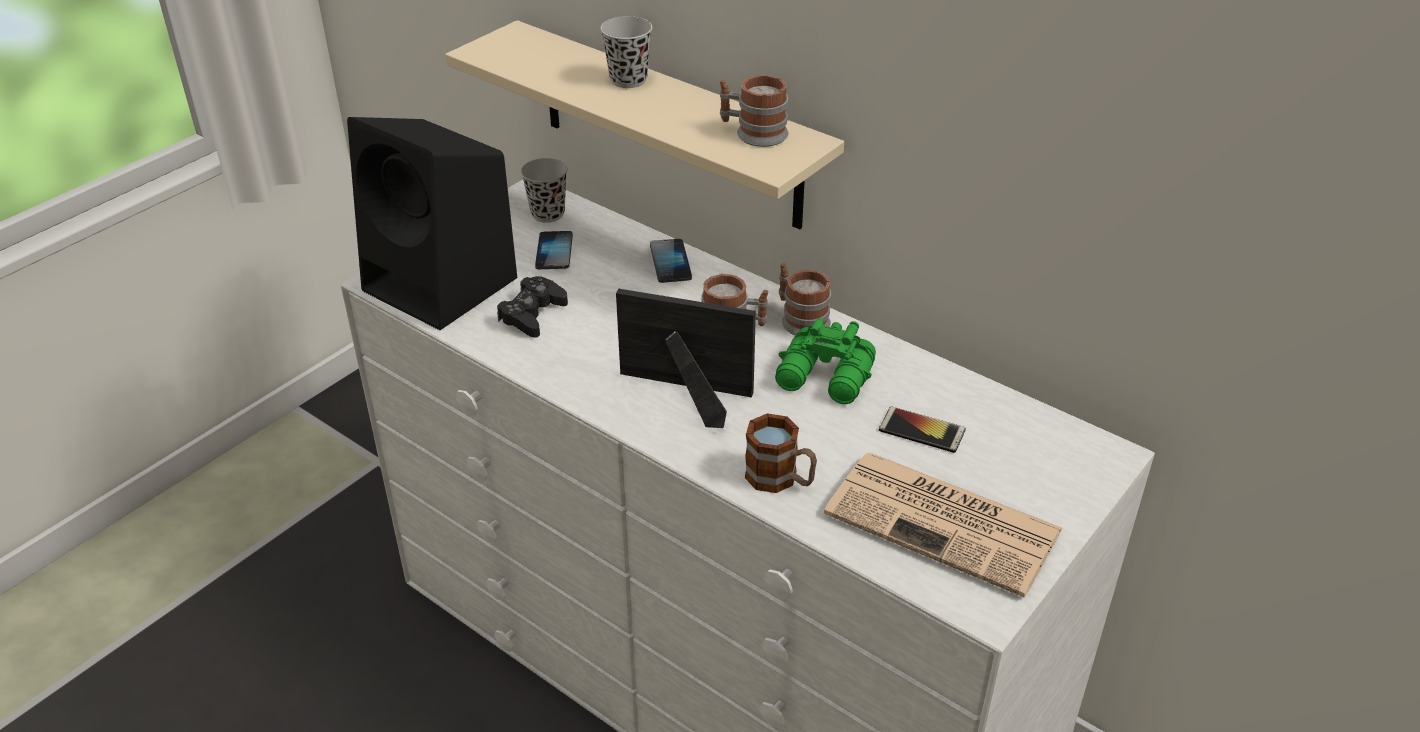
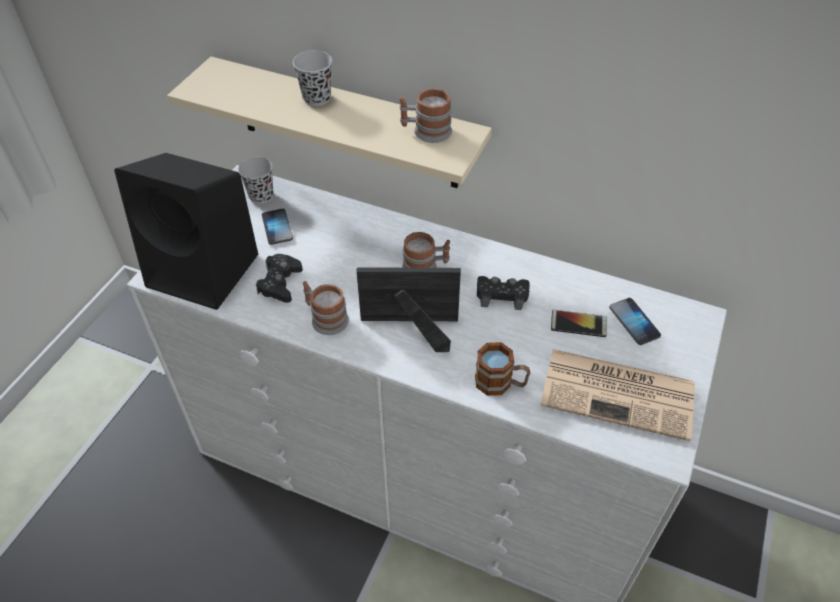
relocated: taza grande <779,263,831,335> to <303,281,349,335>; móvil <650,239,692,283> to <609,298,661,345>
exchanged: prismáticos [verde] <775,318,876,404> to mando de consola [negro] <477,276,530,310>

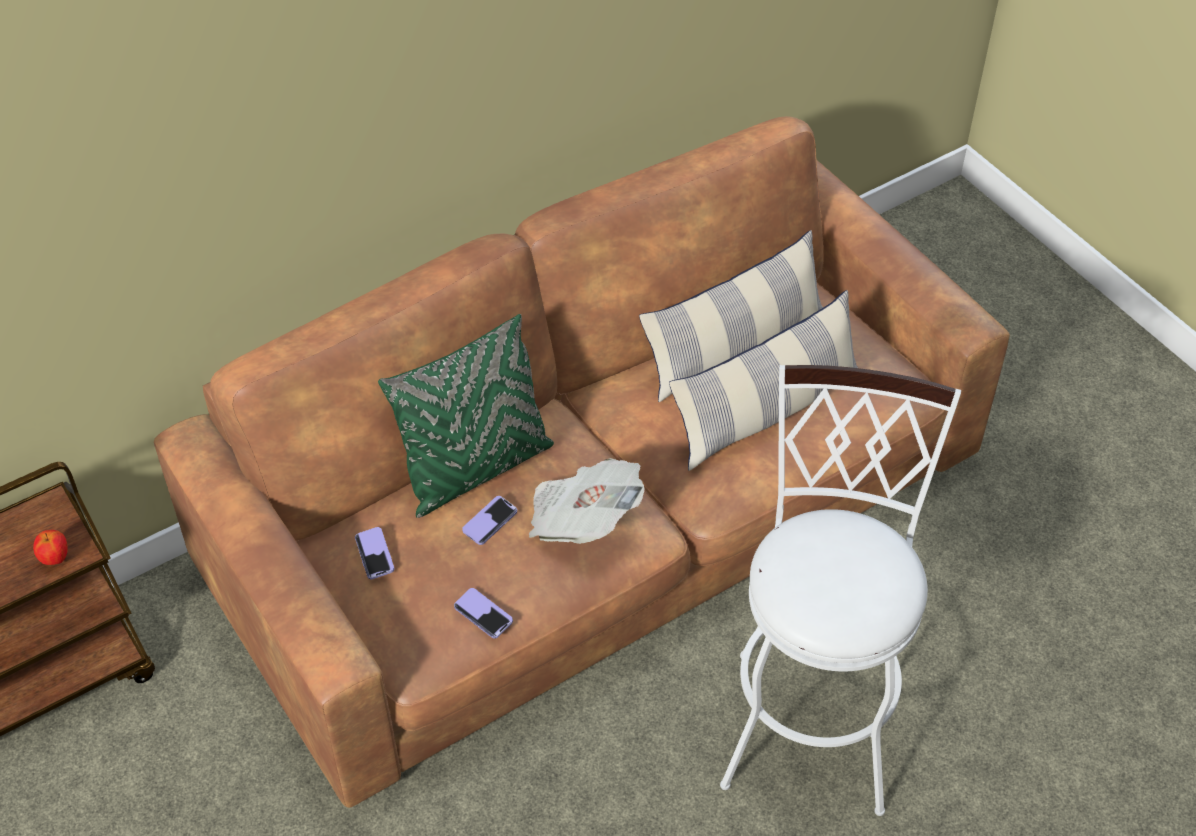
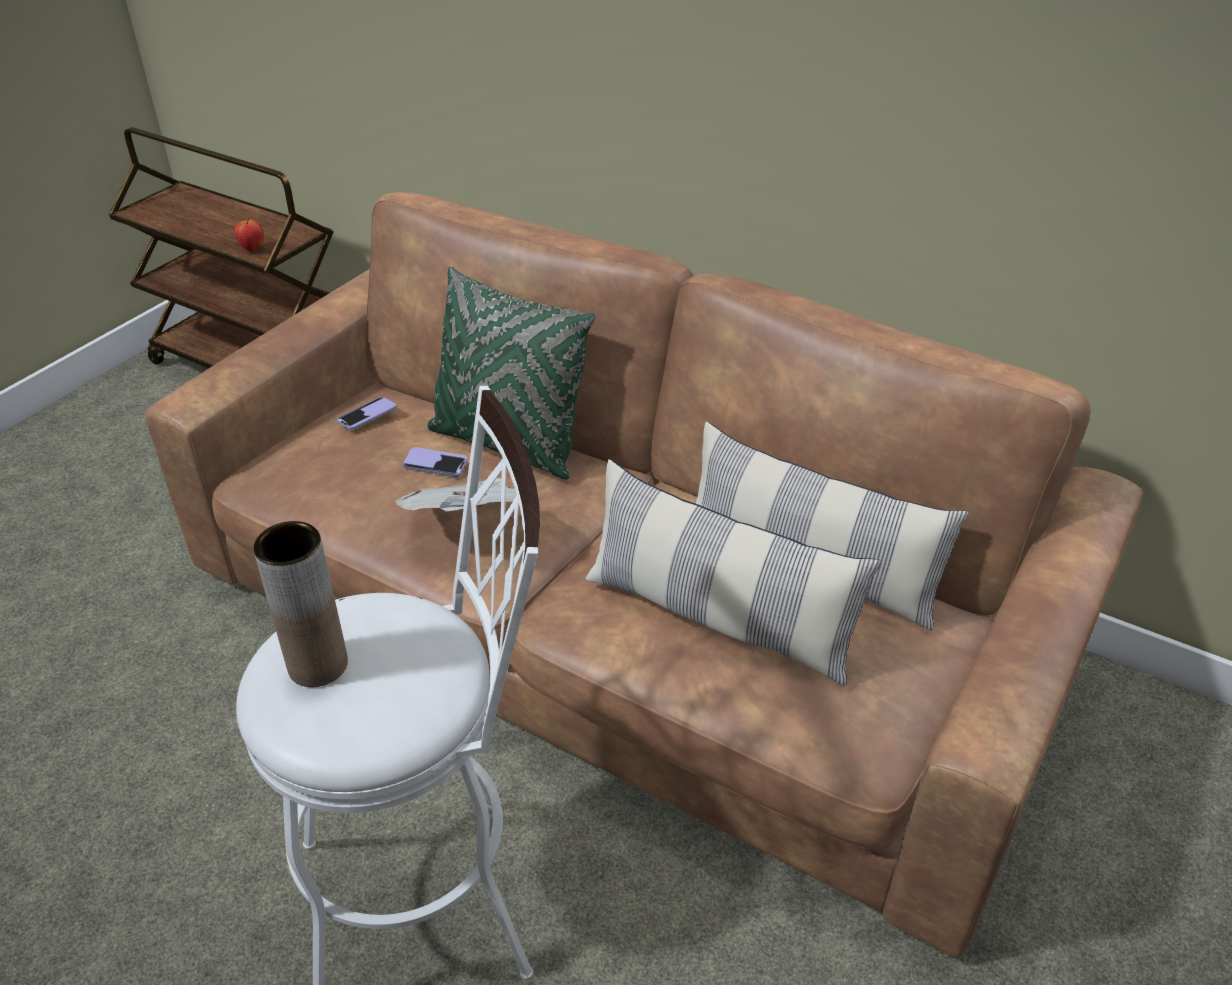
missing: móvil <454,588,513,639>
appeared: florero [marrón] <253,521,348,687>

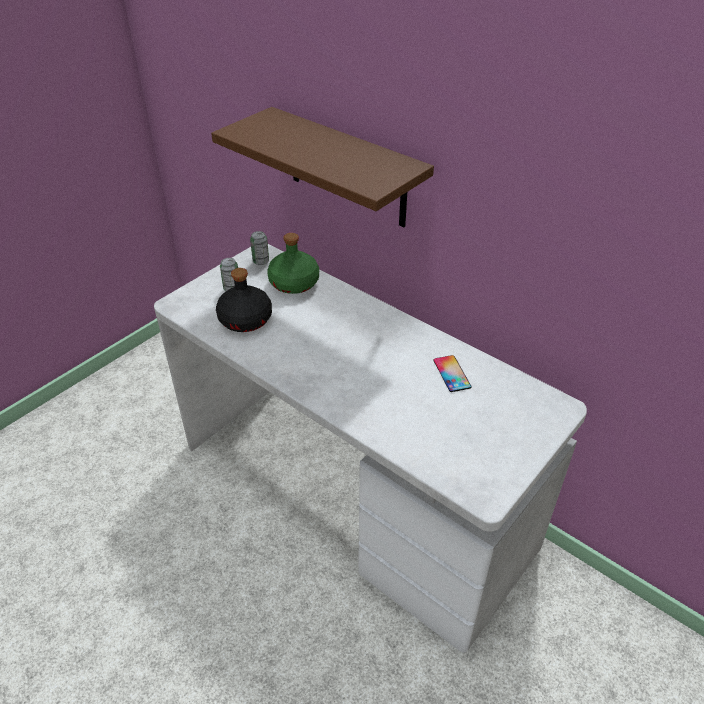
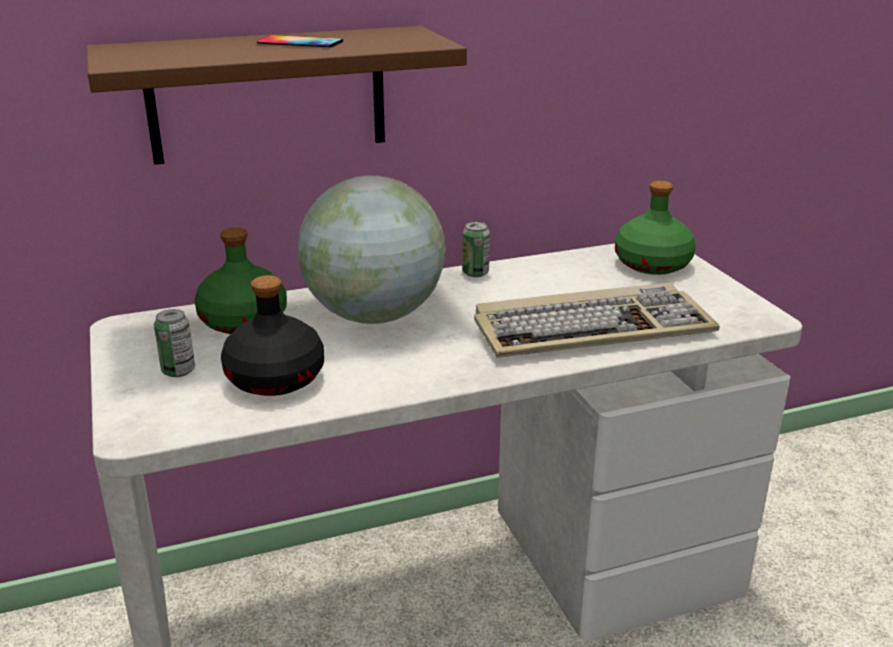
appeared: globo terráqueo <298,175,446,324>; teclado <474,283,720,358>; botella [verde] <615,181,696,275>
relocated: móvil <433,355,472,392> to <257,35,343,47>; lata <250,231,269,265> to <462,222,490,277>

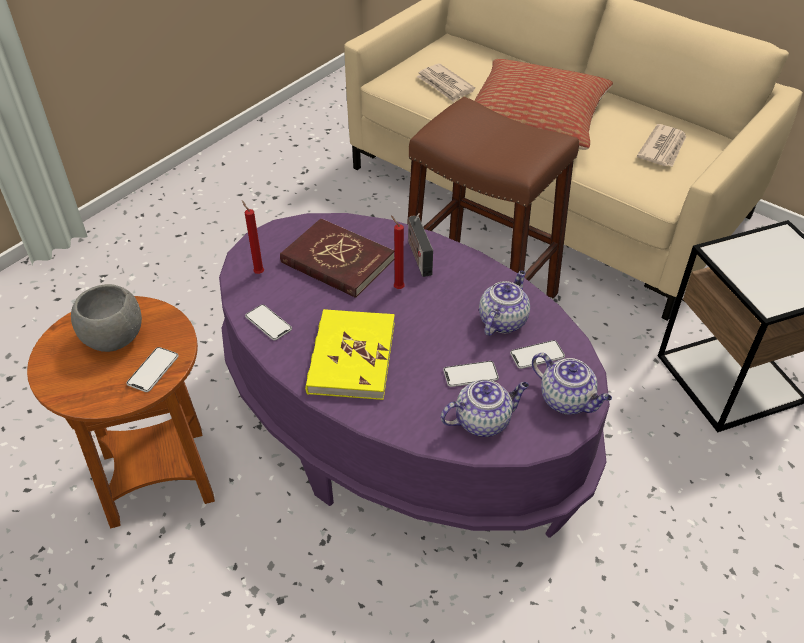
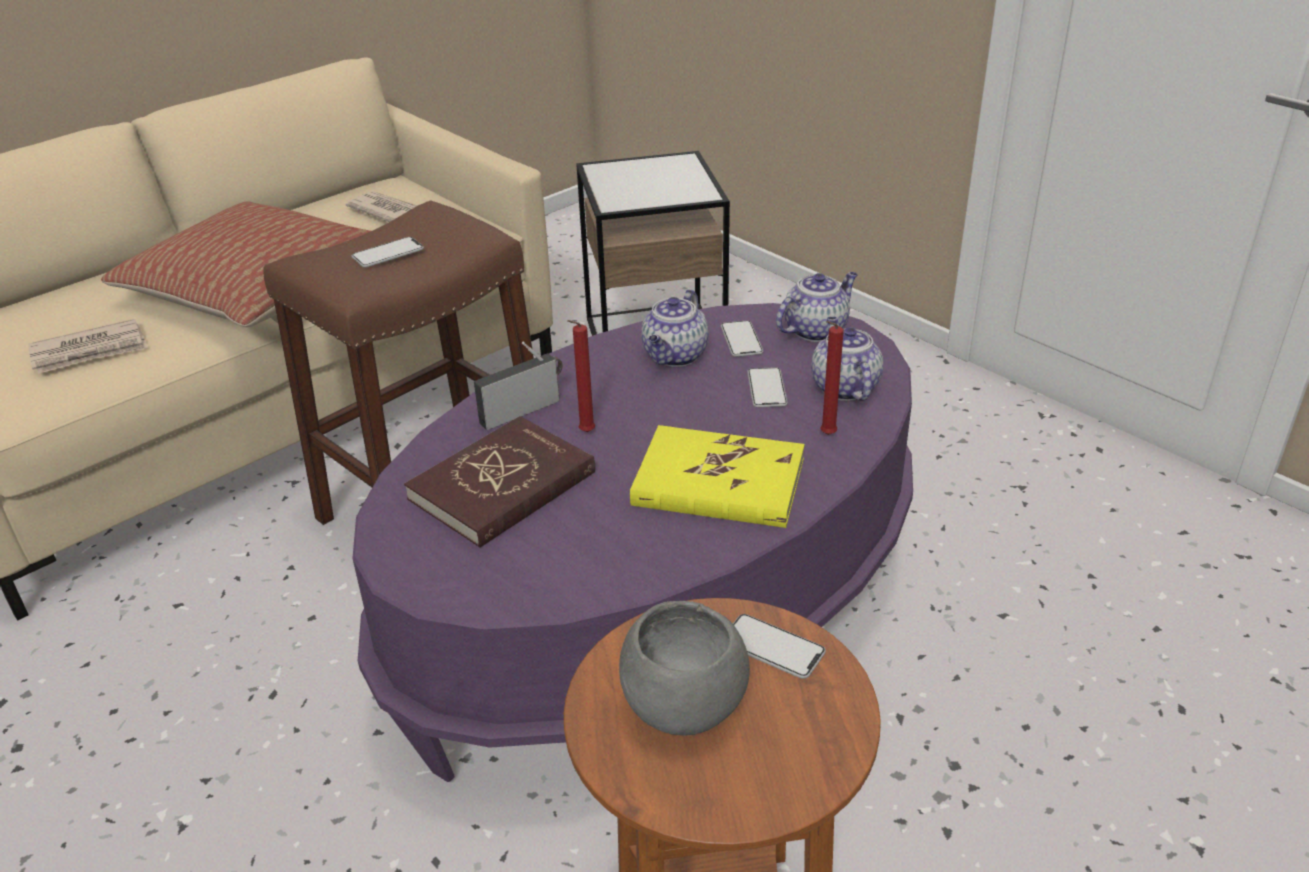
relocated: móvil <245,304,292,340> to <351,237,424,267>; vela [rojo] <242,200,264,274> to <820,321,844,435>
spun: radio <408,213,433,277> = <474,342,563,430> 150 degrees clockwise; tetera <479,271,530,336> = <641,289,709,367> 105 degrees counterclockwise

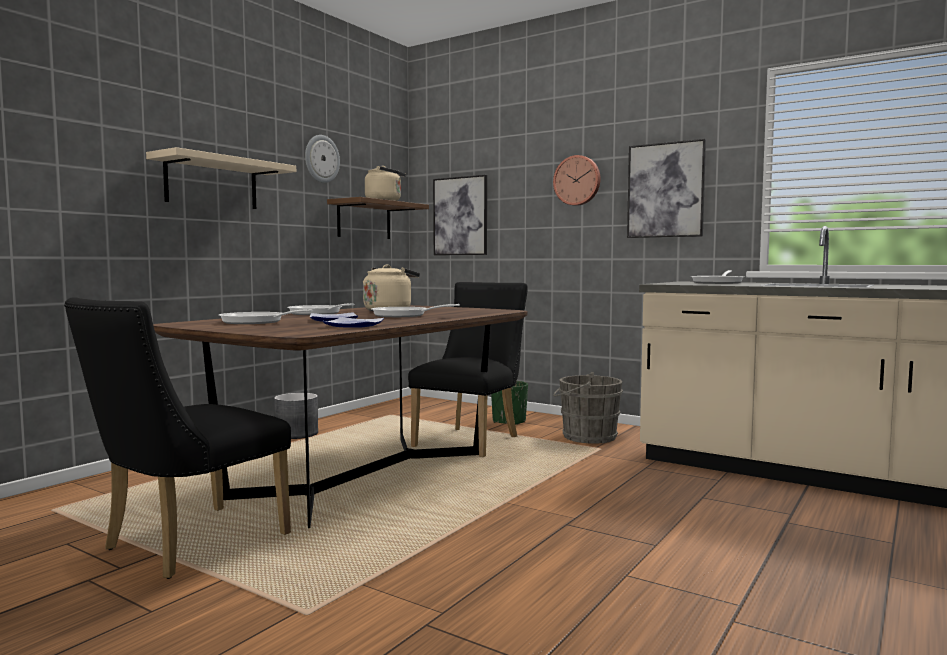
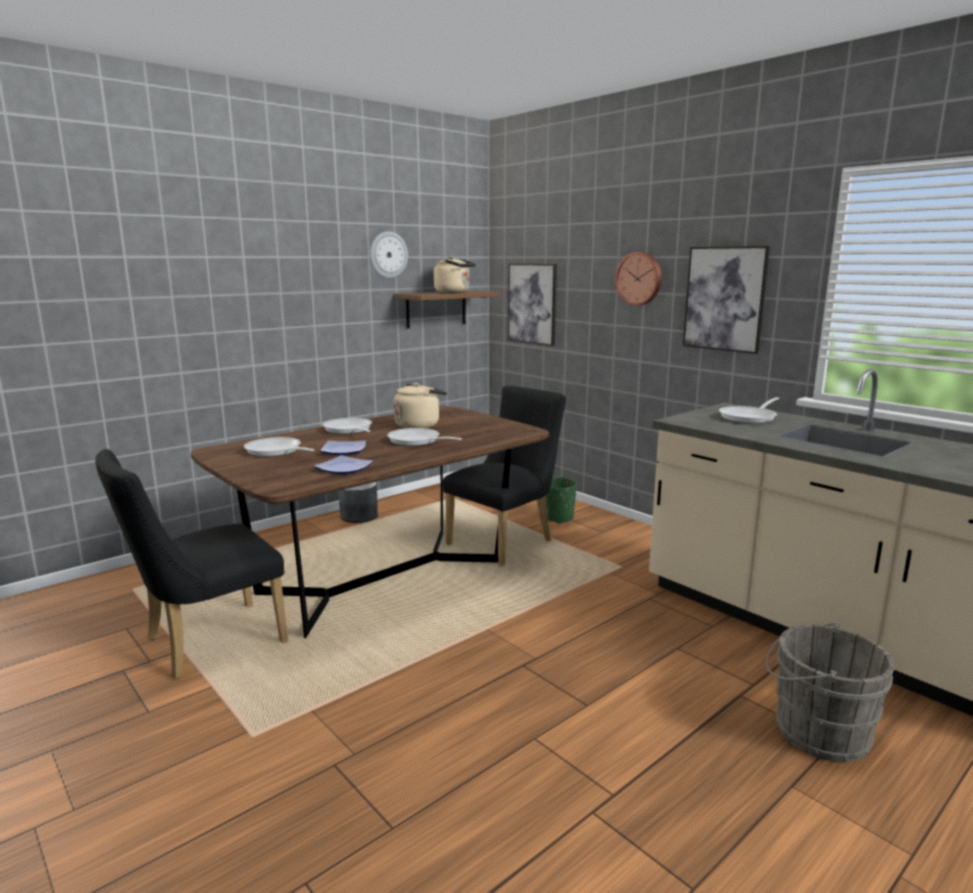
missing: estante [beis] <146,147,296,209>
relocated: cubo [gris] <553,372,623,444> to <766,622,894,762>

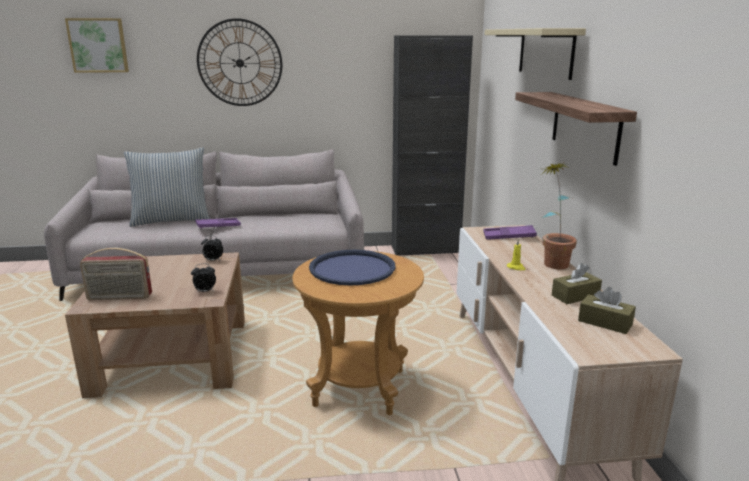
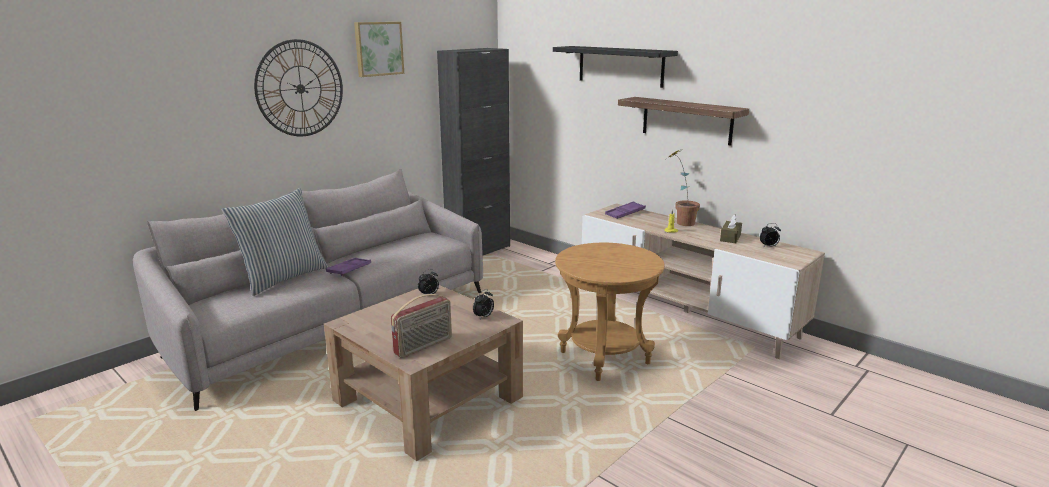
missing: bandeja [azul] <309,250,395,285>
relocated: cuadro <65,18,129,73> to <354,22,404,77>
exchanged: caja de pañuelos [marrón] <578,287,636,334> to despertador <760,223,781,247>
colour: estante [beis] <484,28,586,80> to estante [negro] <553,46,678,88>

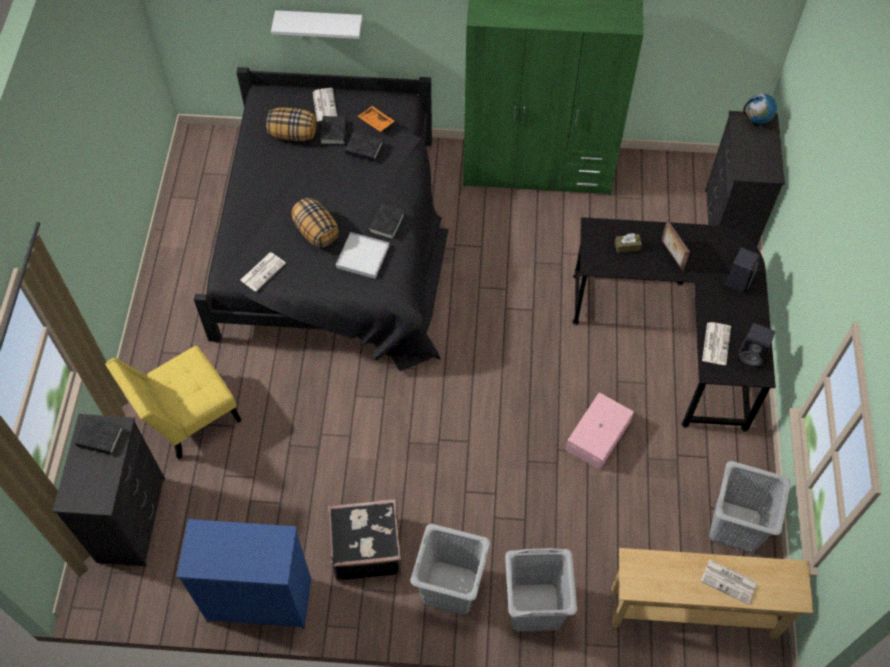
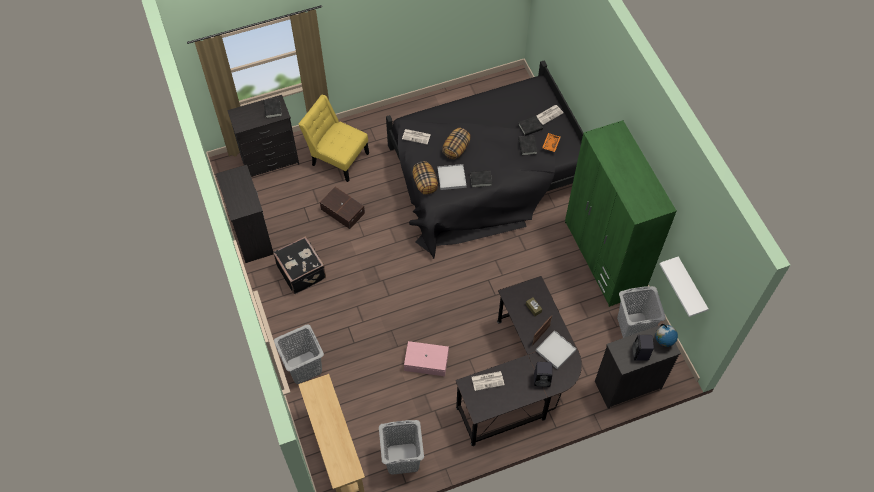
missing: periódico <701,560,757,604>
appeared: caja de almacenaje [marrón] <320,187,365,229>; bandeja [blanco] <536,331,576,369>
relocated: cojín <266,108,317,141> to <412,161,438,195>; cesto de la ropa [gris] <411,524,490,615> to <617,286,666,338>; altavoz [negro] <737,323,775,369> to <633,335,654,361>; estante [blanco] <271,10,362,39> to <659,256,708,317>
colour: cómoda [azul] <176,519,311,629> to cómoda [negro] <216,165,273,263>

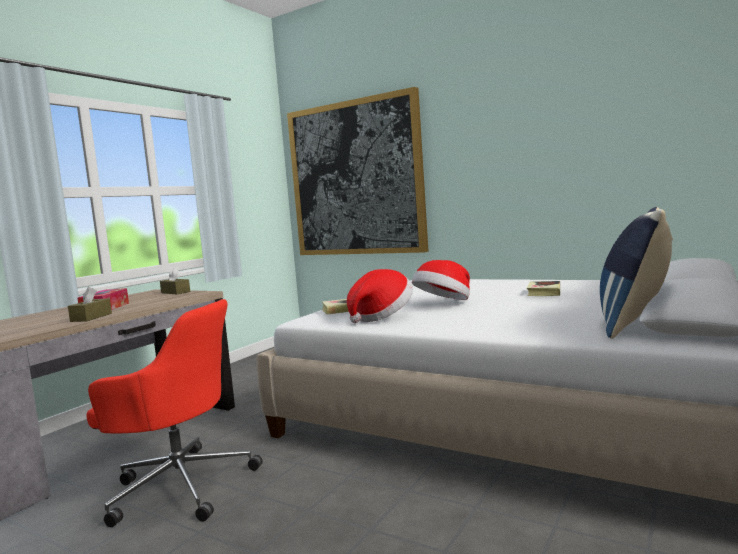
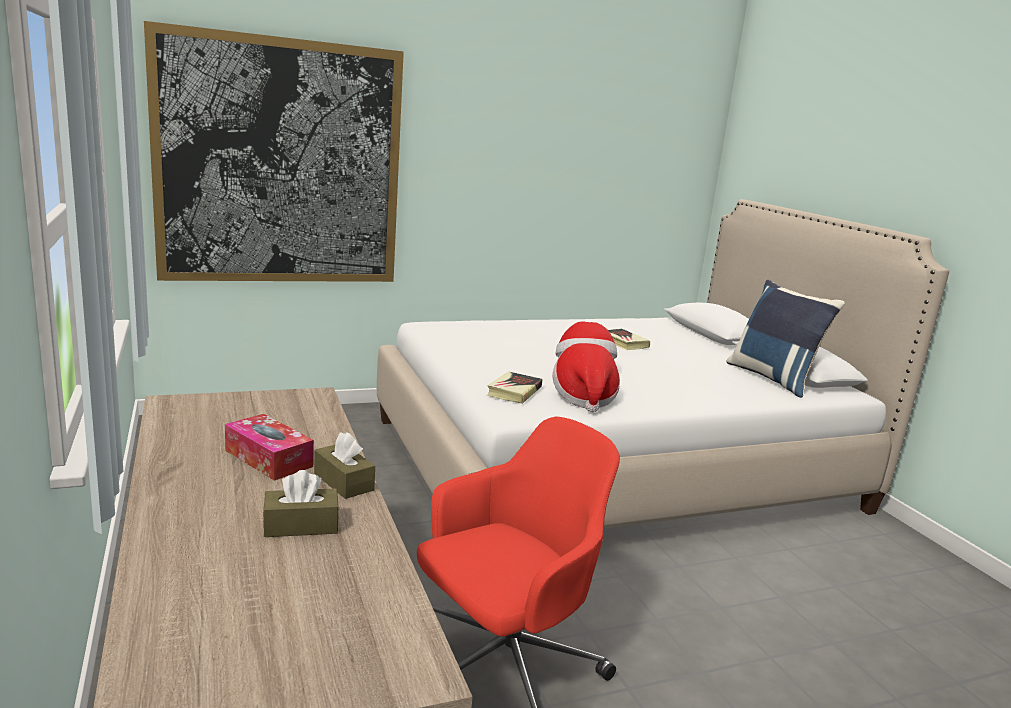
relocated: caja de pañuelos [marrón] <160,268,190,294> to <263,470,339,537>

